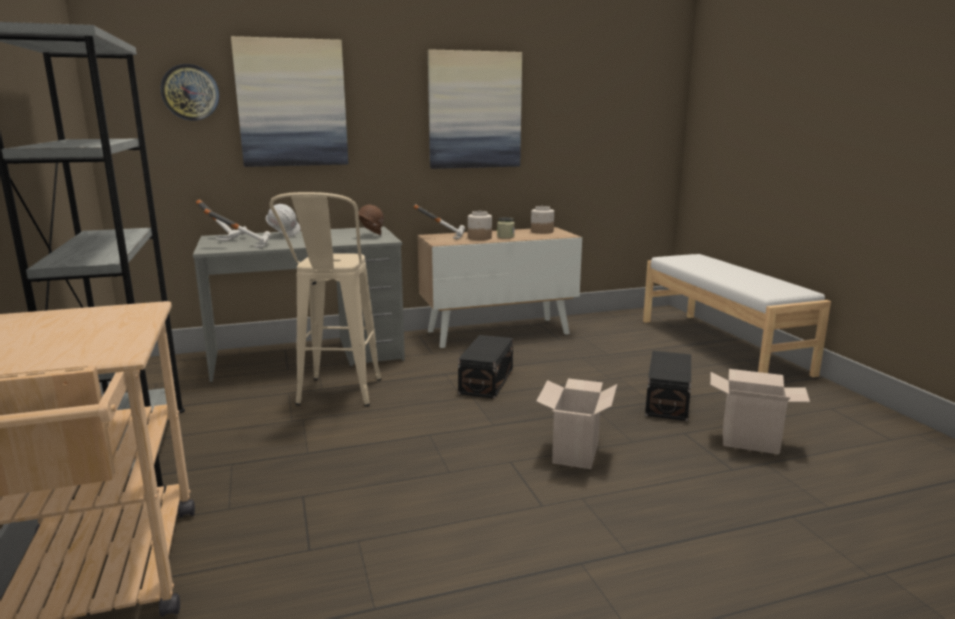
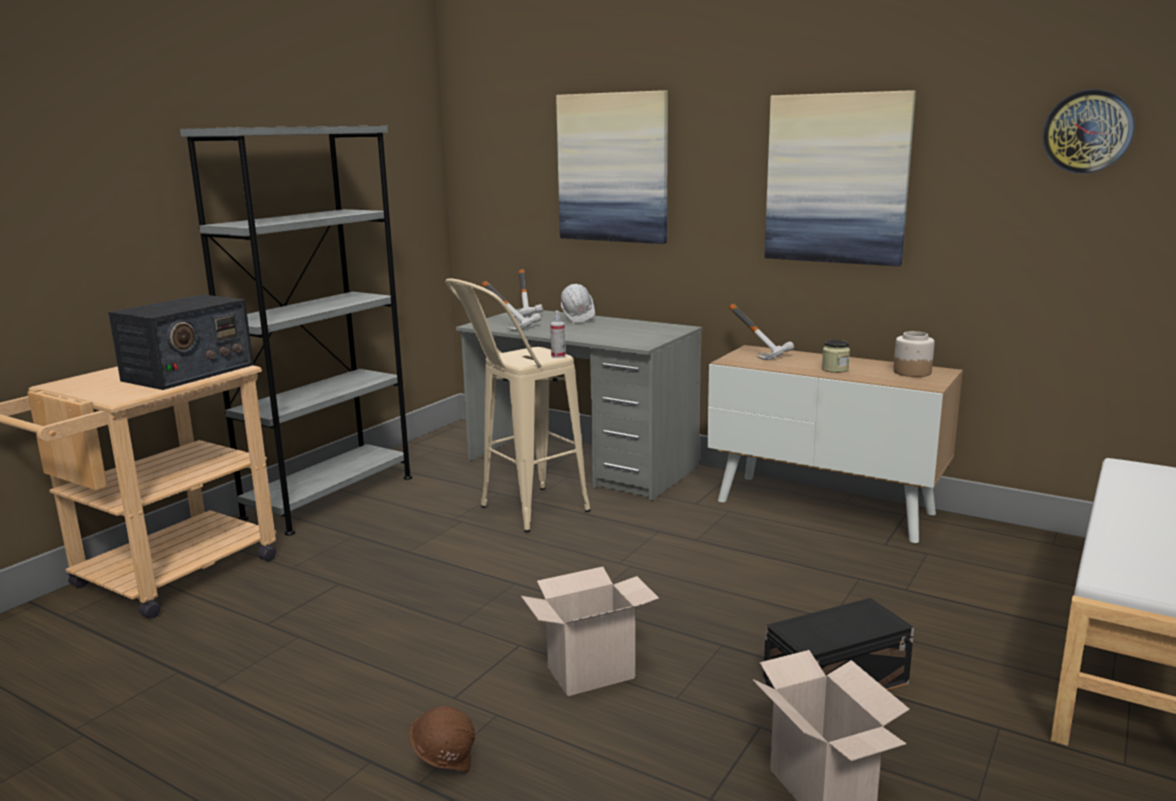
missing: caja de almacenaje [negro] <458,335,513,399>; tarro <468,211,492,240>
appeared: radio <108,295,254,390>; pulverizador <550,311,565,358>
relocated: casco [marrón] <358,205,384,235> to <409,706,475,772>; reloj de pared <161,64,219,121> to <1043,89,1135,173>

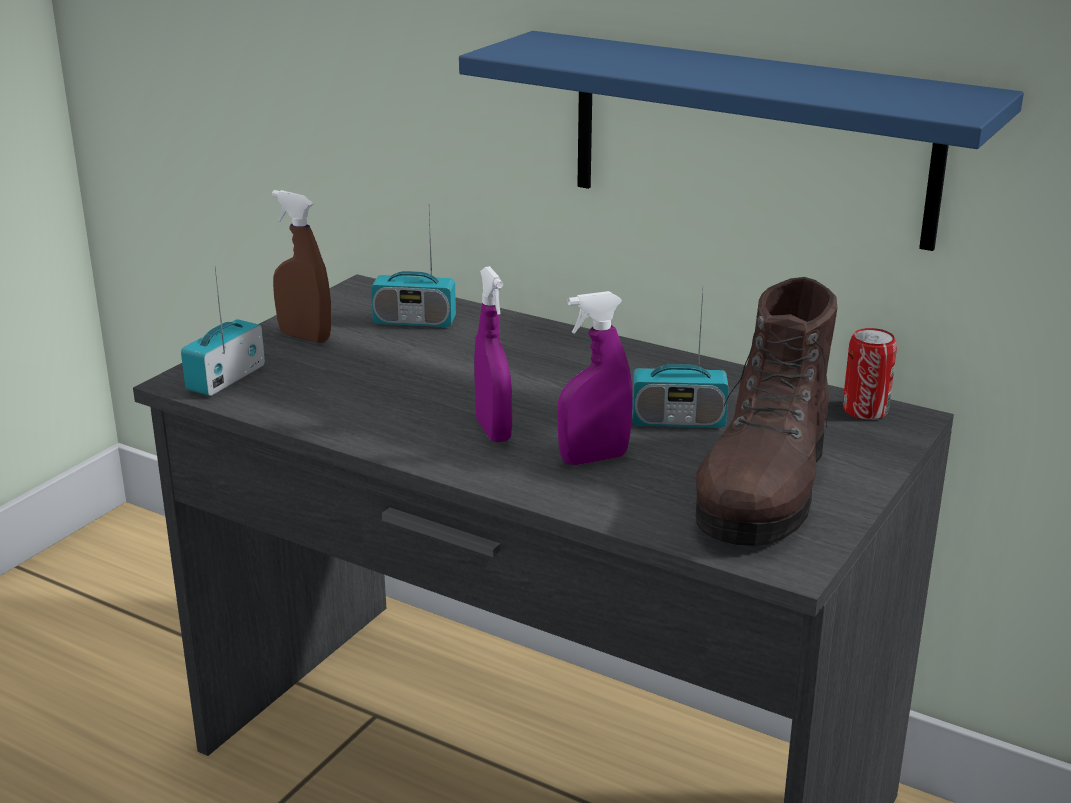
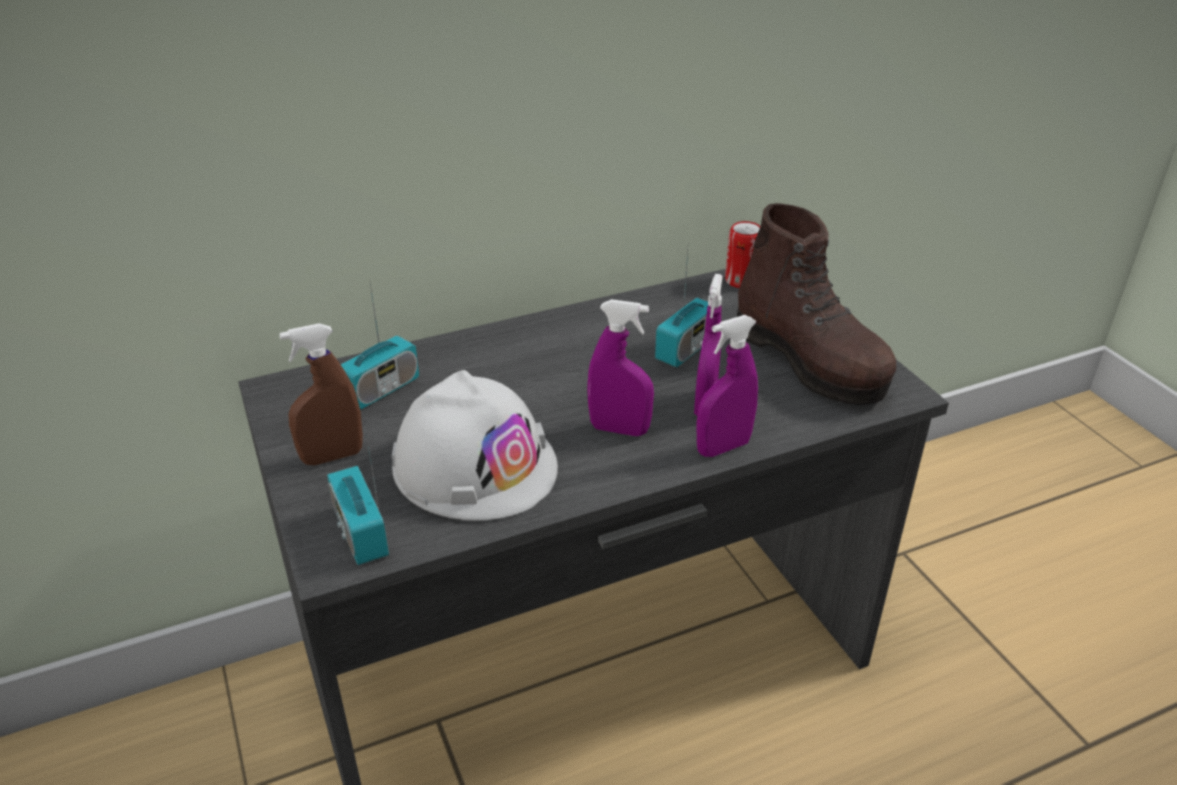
missing: estante [azul] <459,31,1024,251>
appeared: casco [blanco] <392,370,558,521>; pulverizador [morado] <696,315,758,457>

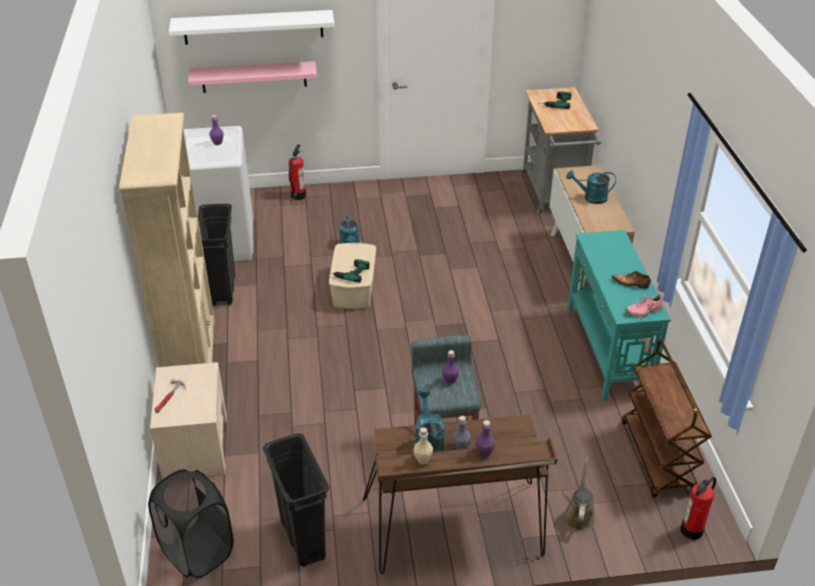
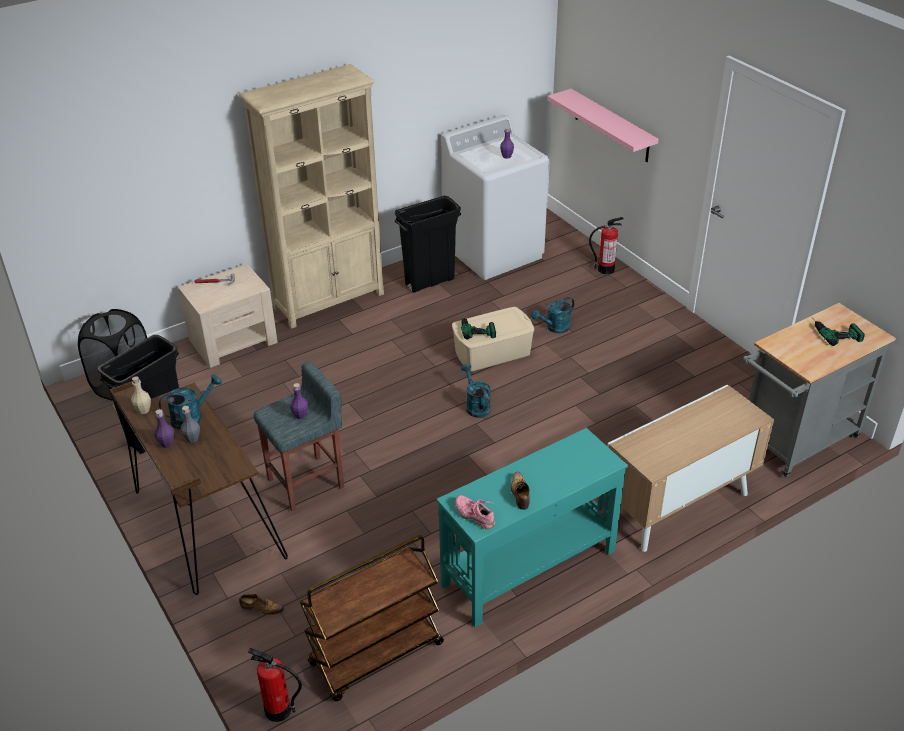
missing: estante [blanco] <169,10,335,45>
relocated: regadera [turquesa] <566,170,616,204> to <461,364,491,418>
exchanged: regadera [marrón] <563,457,595,531> to zapato <239,594,284,615>

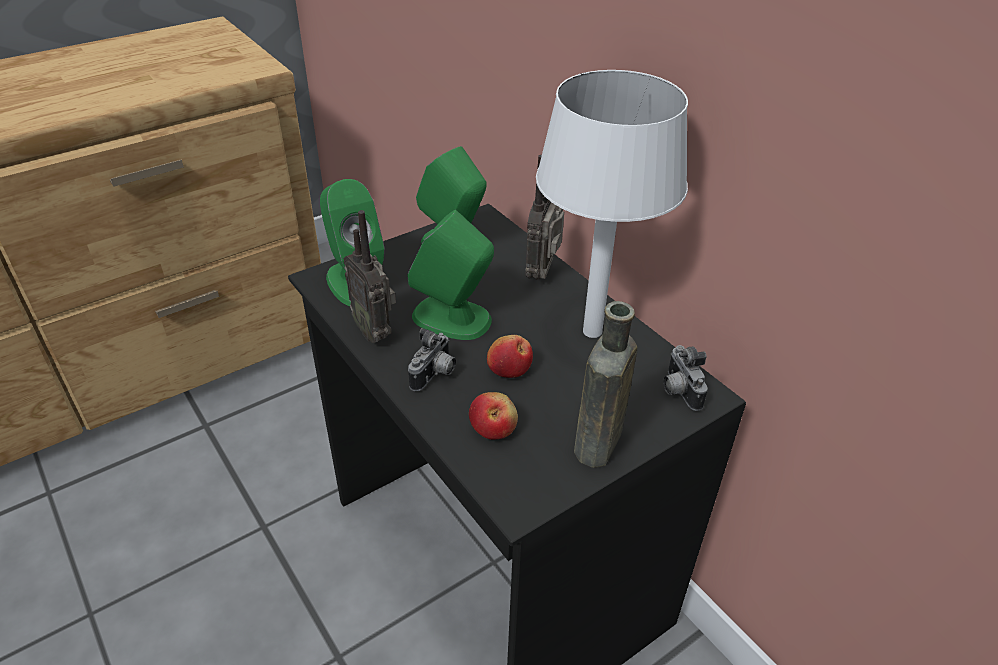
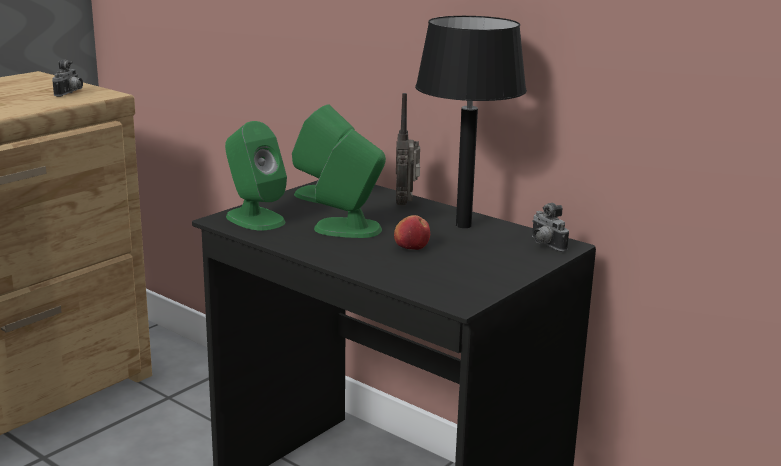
missing: radio <344,210,396,343>; manzana <469,392,518,439>; botella [marrón] <574,301,637,468>
relocated: cámara <408,328,456,391> to <52,59,83,97>
colour: lámpara de mesa [blanco] <536,70,688,338> to lámpara de mesa [negro] <415,16,527,228>

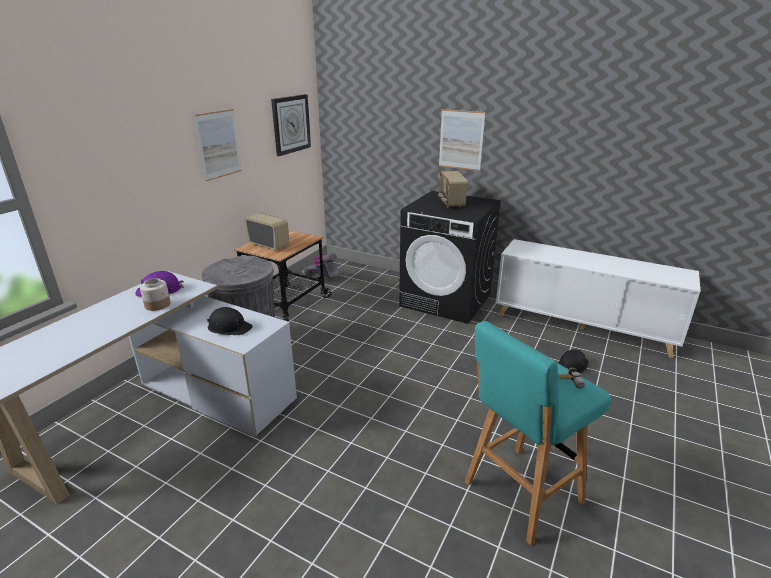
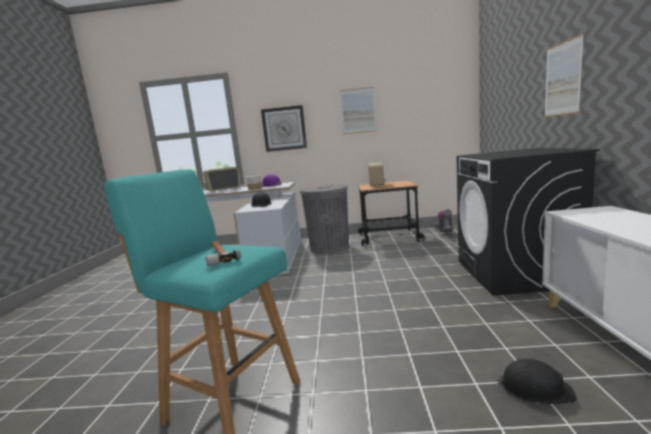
relocated: radio <438,171,468,208> to <203,167,241,192>; reloj de pared <271,94,311,156> to <261,105,307,152>

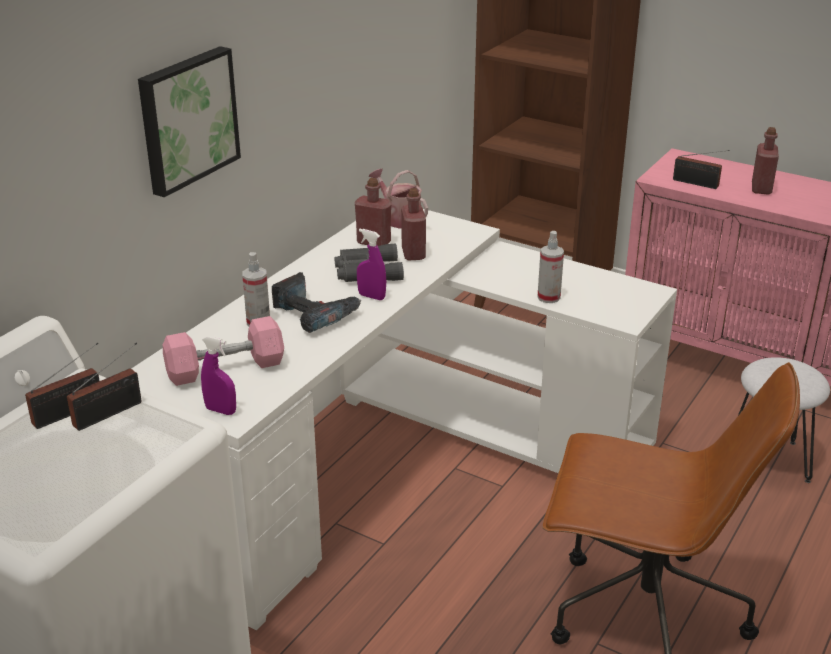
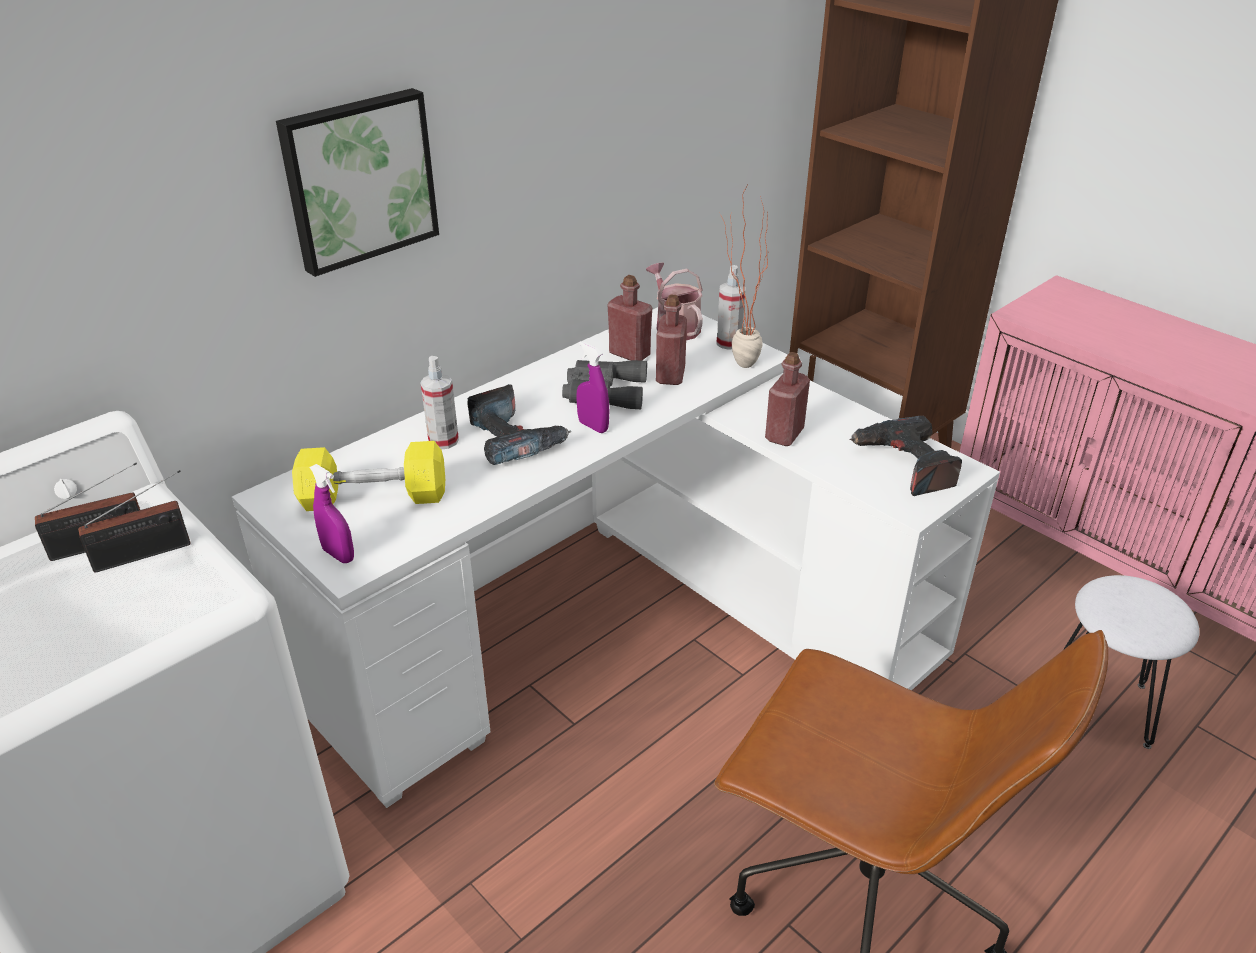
missing: radio <673,150,730,189>
appeared: planta en maceta <720,186,768,368>; taladro <849,416,962,496>
relocated: pulverizador <537,231,564,303> to <716,265,746,350>; botella [rojo] <752,127,779,195> to <765,352,810,446>
colour: mancuerna [rosa] <163,316,284,386> to mancuerna [amarillo] <292,441,445,511>

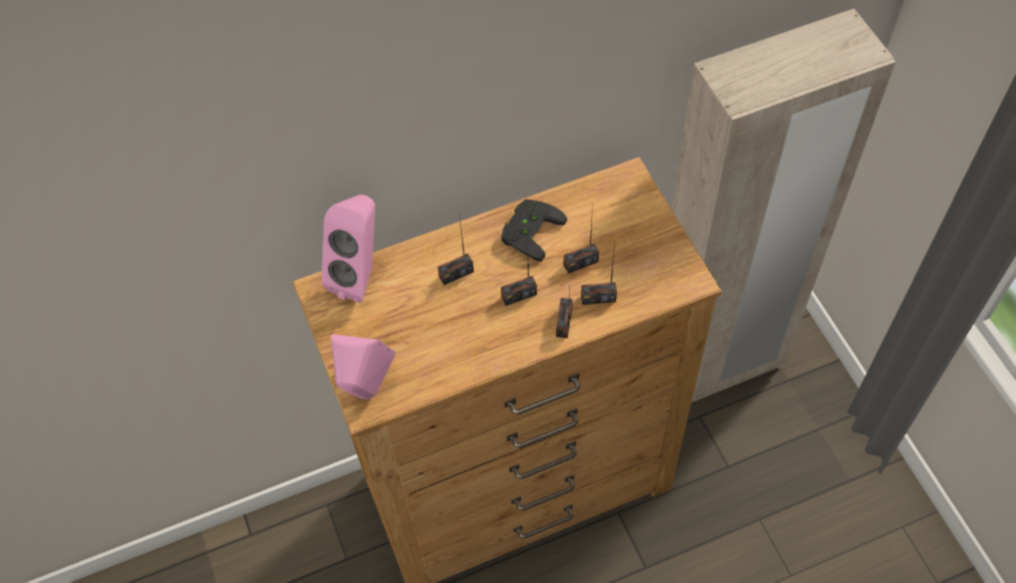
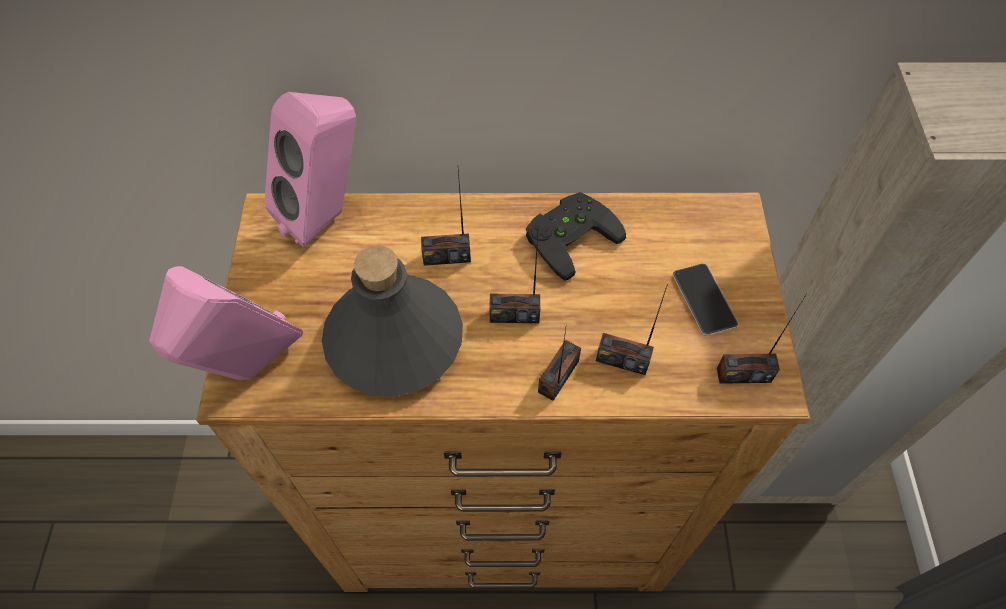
appeared: botella [gris] <322,246,463,396>; móvil <673,264,738,336>
relocated: radio <564,204,599,274> to <717,295,806,384>

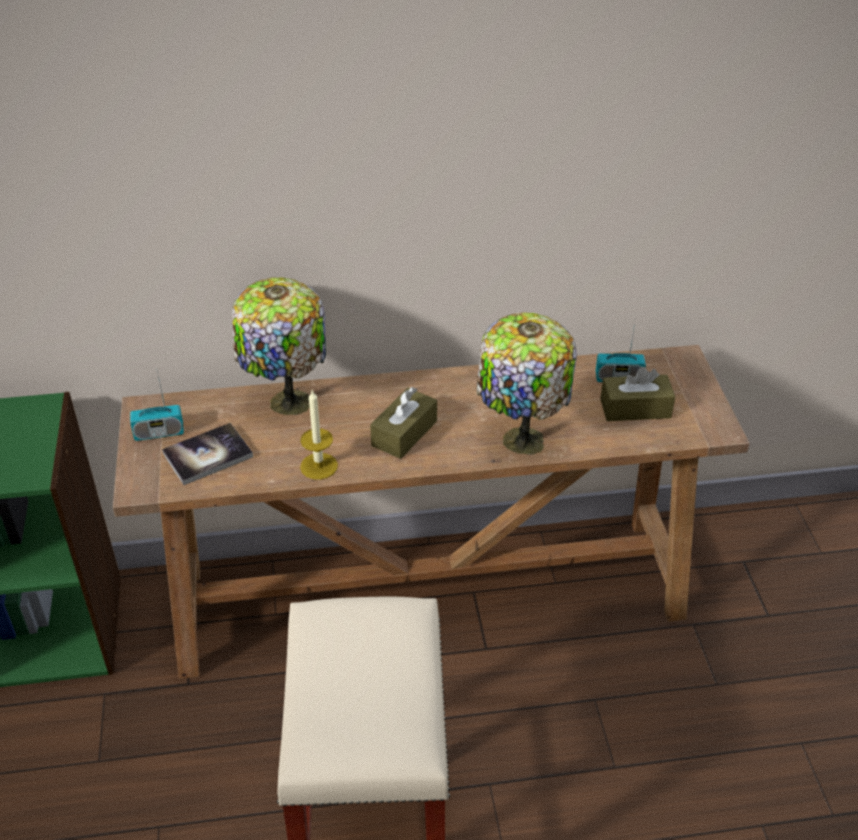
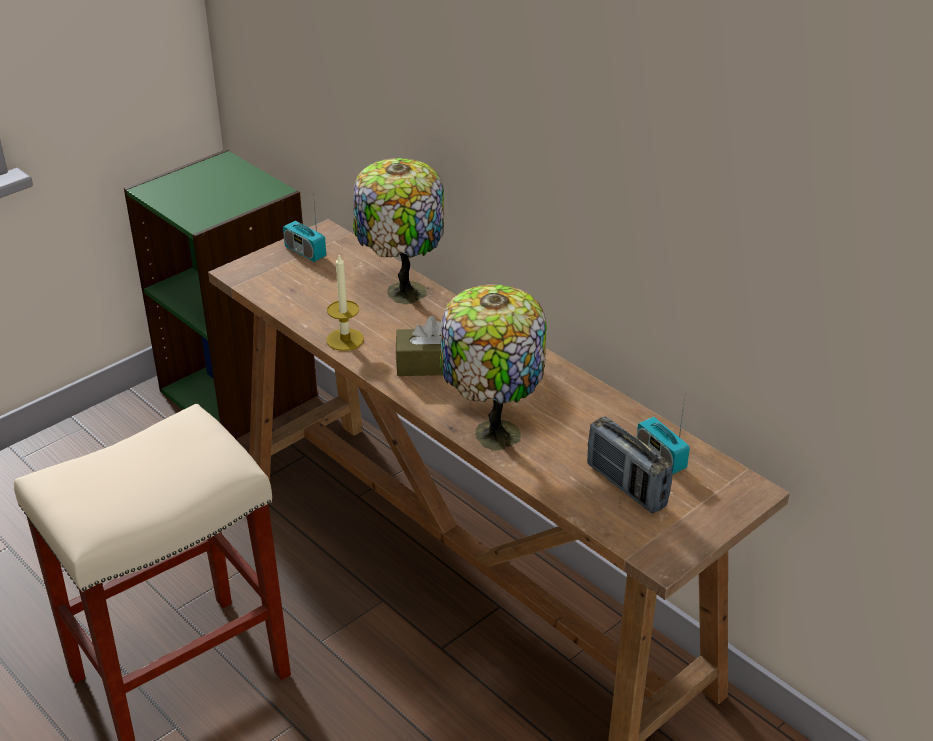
missing: libro <162,423,253,485>
exchanged: caja de pañuelos [marrón] <600,367,675,421> to radio <587,416,673,513>

